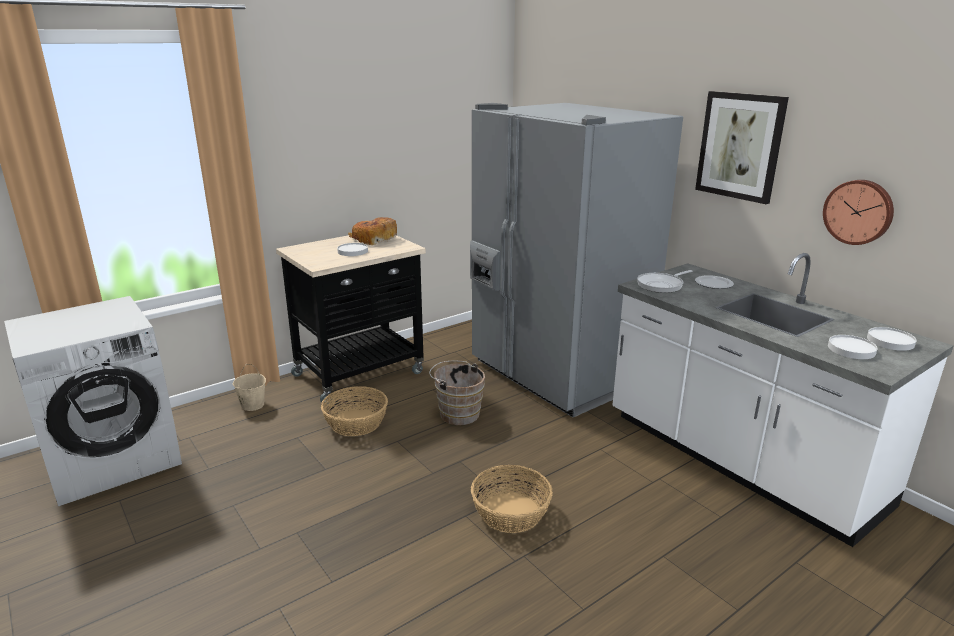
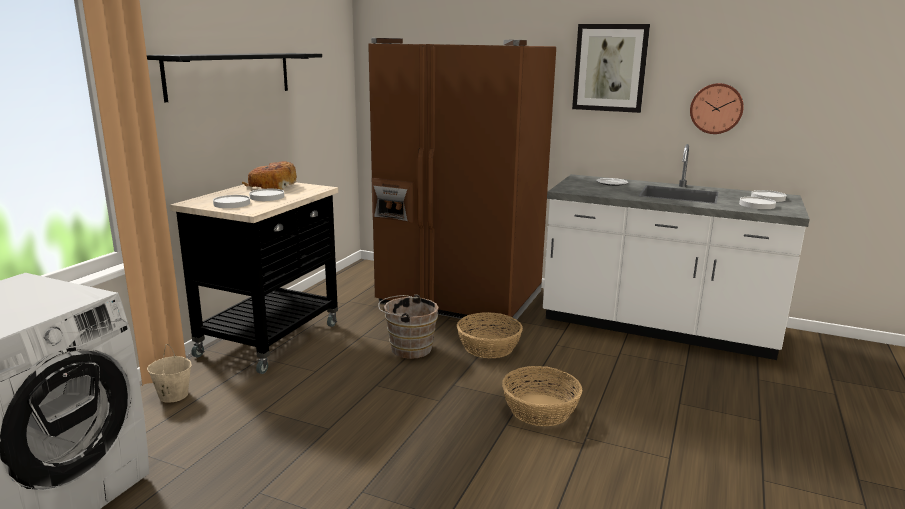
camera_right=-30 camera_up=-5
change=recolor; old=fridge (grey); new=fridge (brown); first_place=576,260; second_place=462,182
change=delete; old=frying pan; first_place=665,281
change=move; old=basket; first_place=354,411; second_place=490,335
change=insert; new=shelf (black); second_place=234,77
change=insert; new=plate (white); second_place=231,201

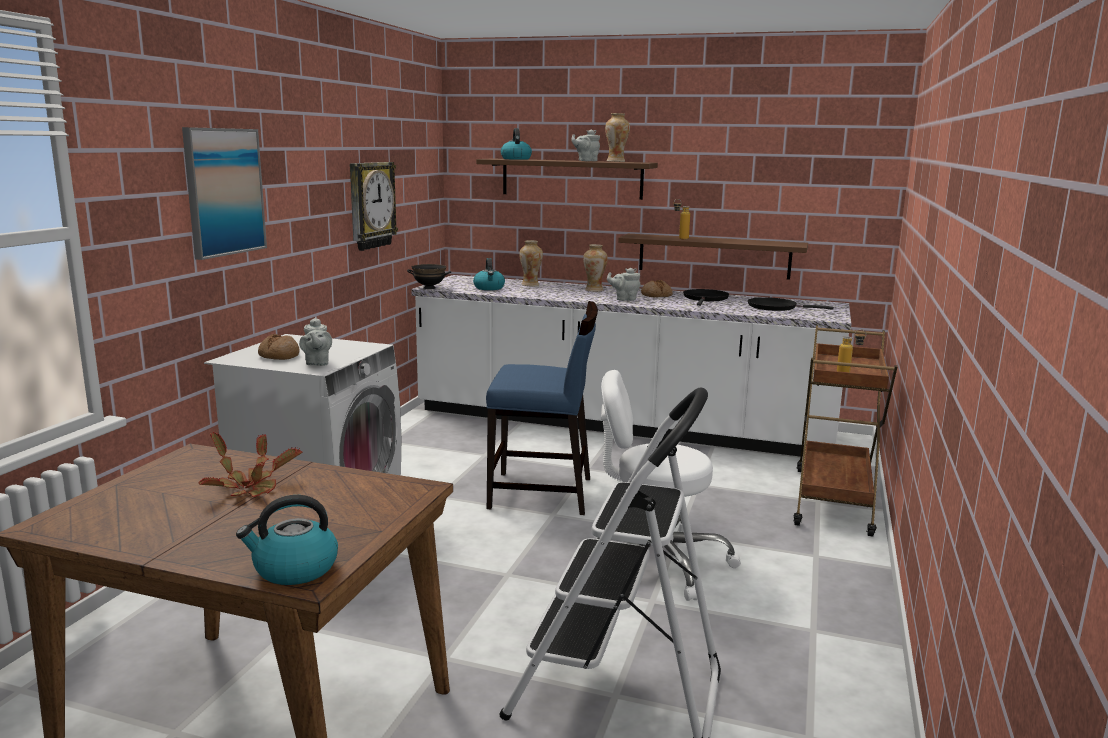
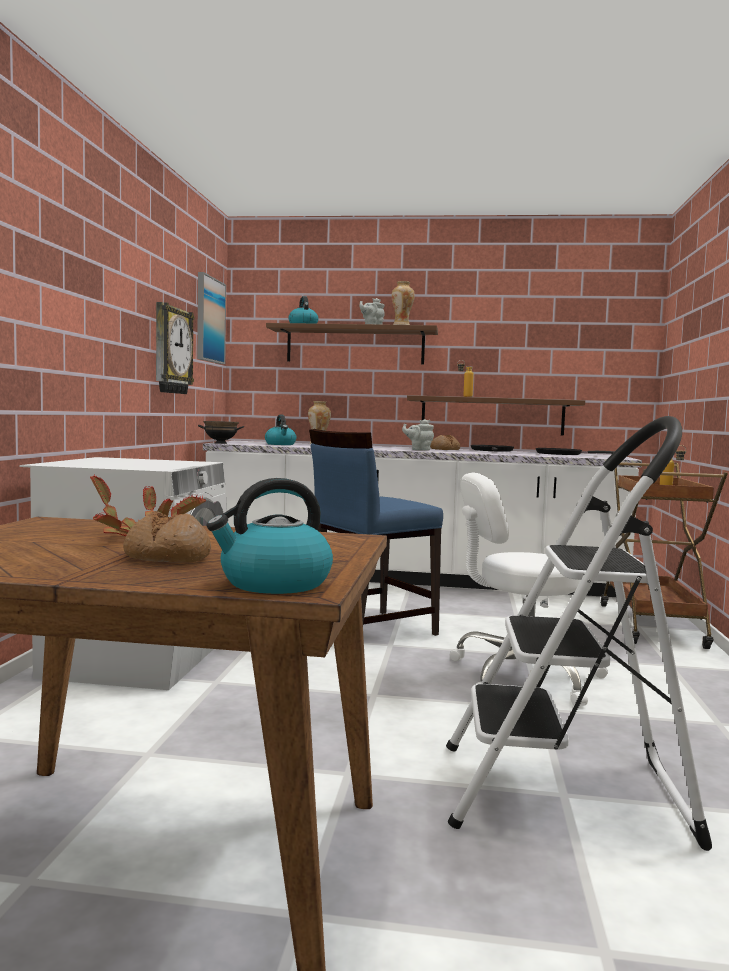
camera_right=-10 camera_up=-10
change=move; old=picture; first_place=224,193; second_place=211,318
change=delete; old=vase; first_place=595,268
change=rotate; old=chair (blue); first_place=542,408; second_place=376,532; degrees=150
change=delete; old=teapot (grey); first_place=315,341
change=move; old=bread; first_place=278,347; second_place=167,537

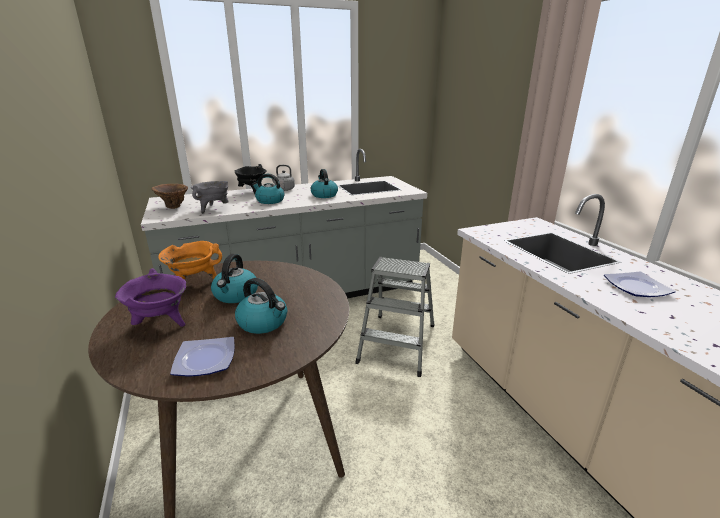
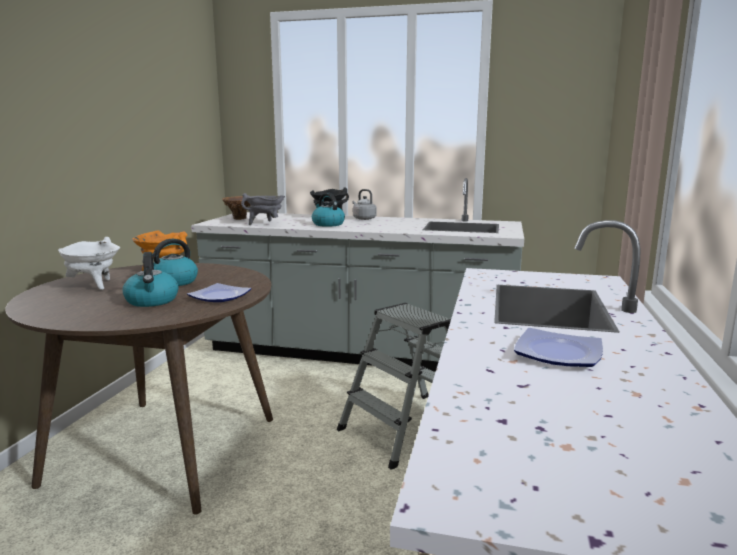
camera_right=35 camera_up=-10
change=delete; old=kettle; first_place=324,183
change=recolor; old=cooking pot (purple); new=cooking pot (white); first_place=150,297; second_place=89,263
change=move; old=plate; first_place=202,357; second_place=219,292

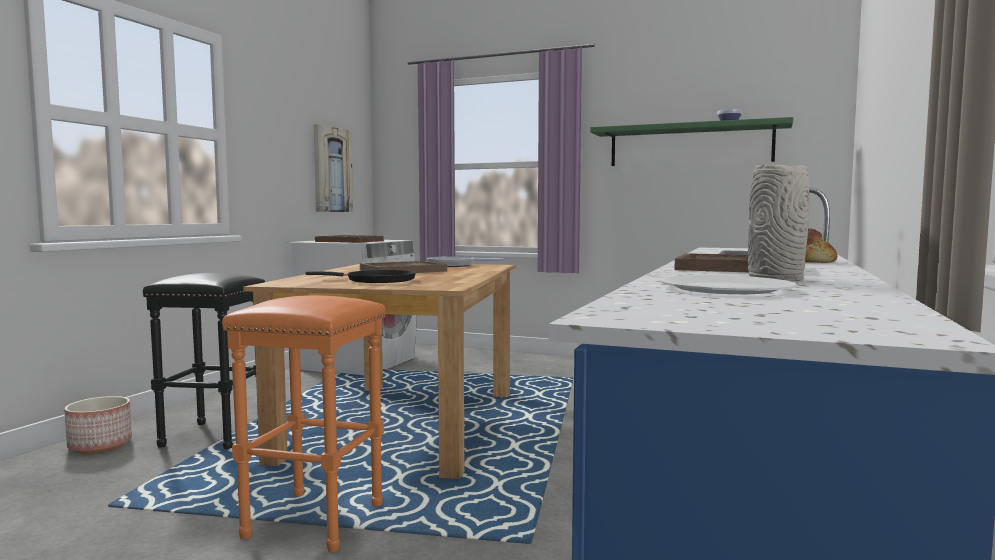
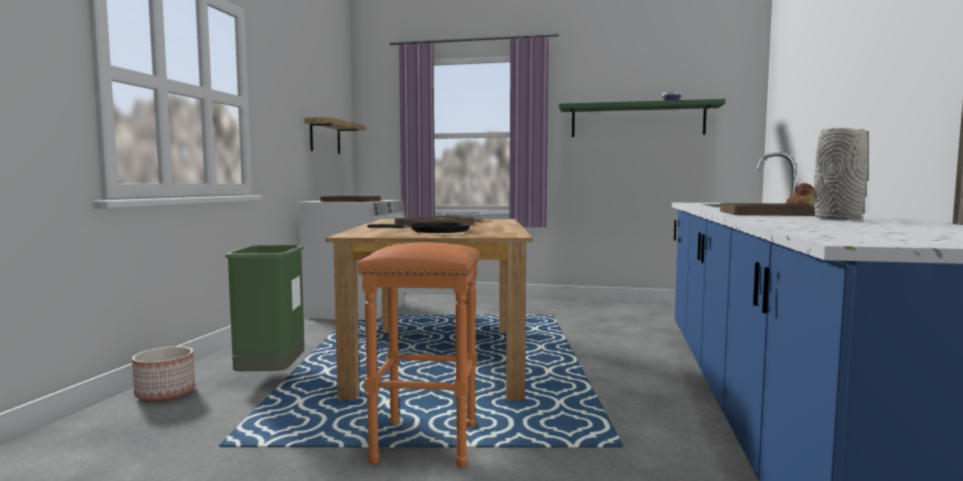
camera_right=-10 camera_up=0
change=replace; old=picture; new=shelf; first_place=333,168; second_place=335,135
change=replace; old=stool (black); new=trash can (green); first_place=204,361; second_place=265,308
change=delete; old=plate (white); first_place=728,284

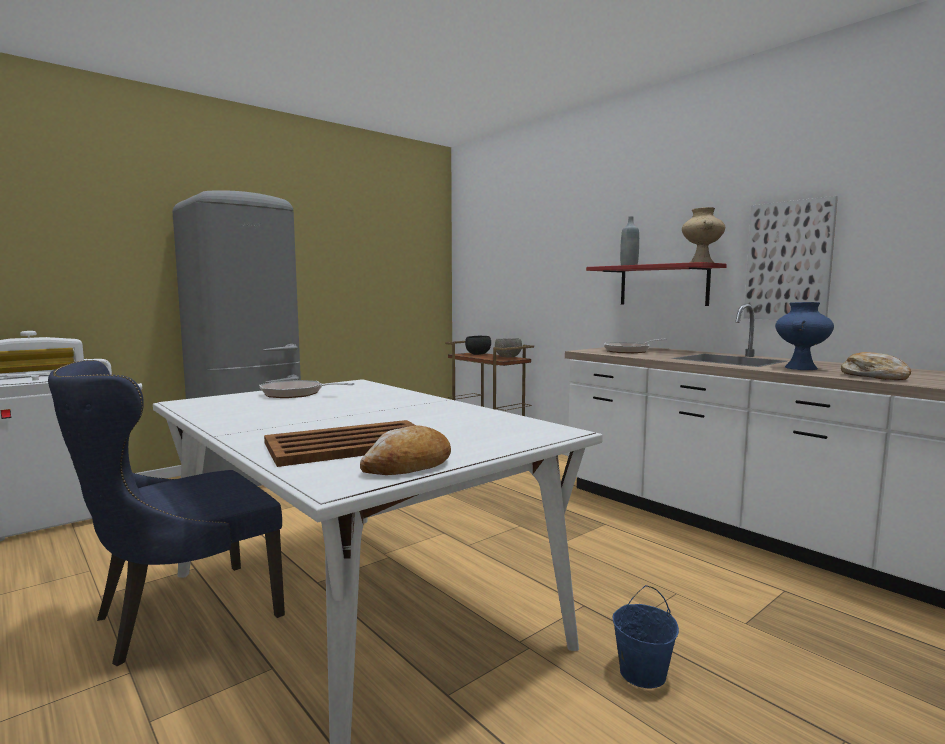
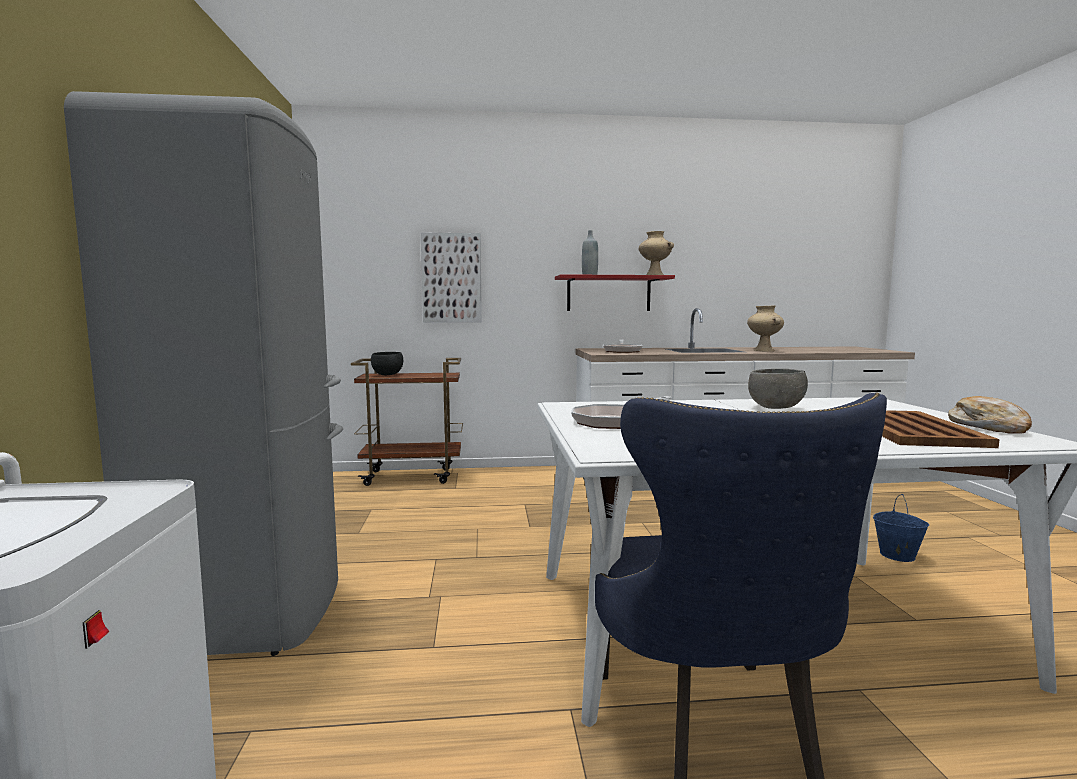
camera_right=-55 camera_up=0
change=move; old=picture; first_place=791,258; second_place=451,278
change=recolor; old=vase (blue); new=vase (beige); first_place=804,336; second_place=765,329
change=move; old=bowl (grey); first_place=508,348; second_place=778,389
change=delete; old=bread; first_place=876,366

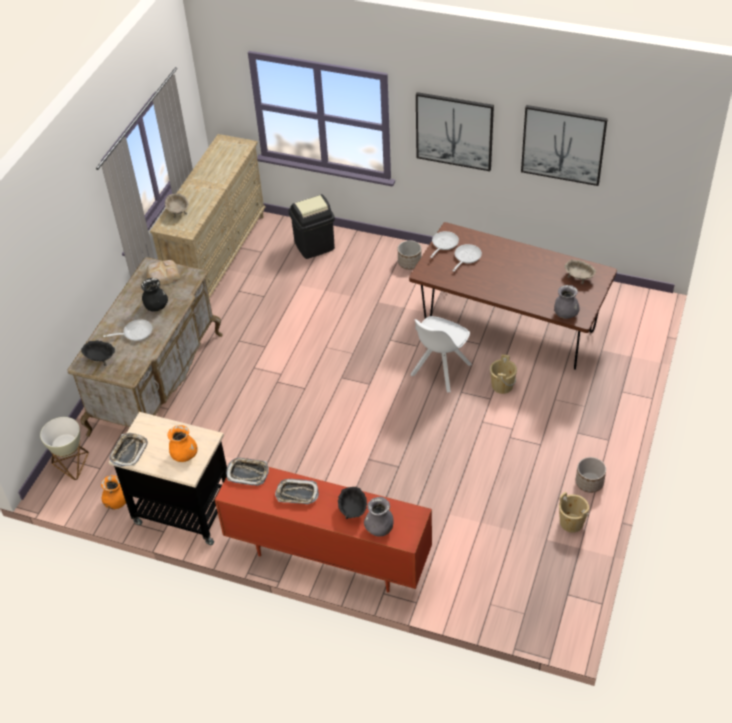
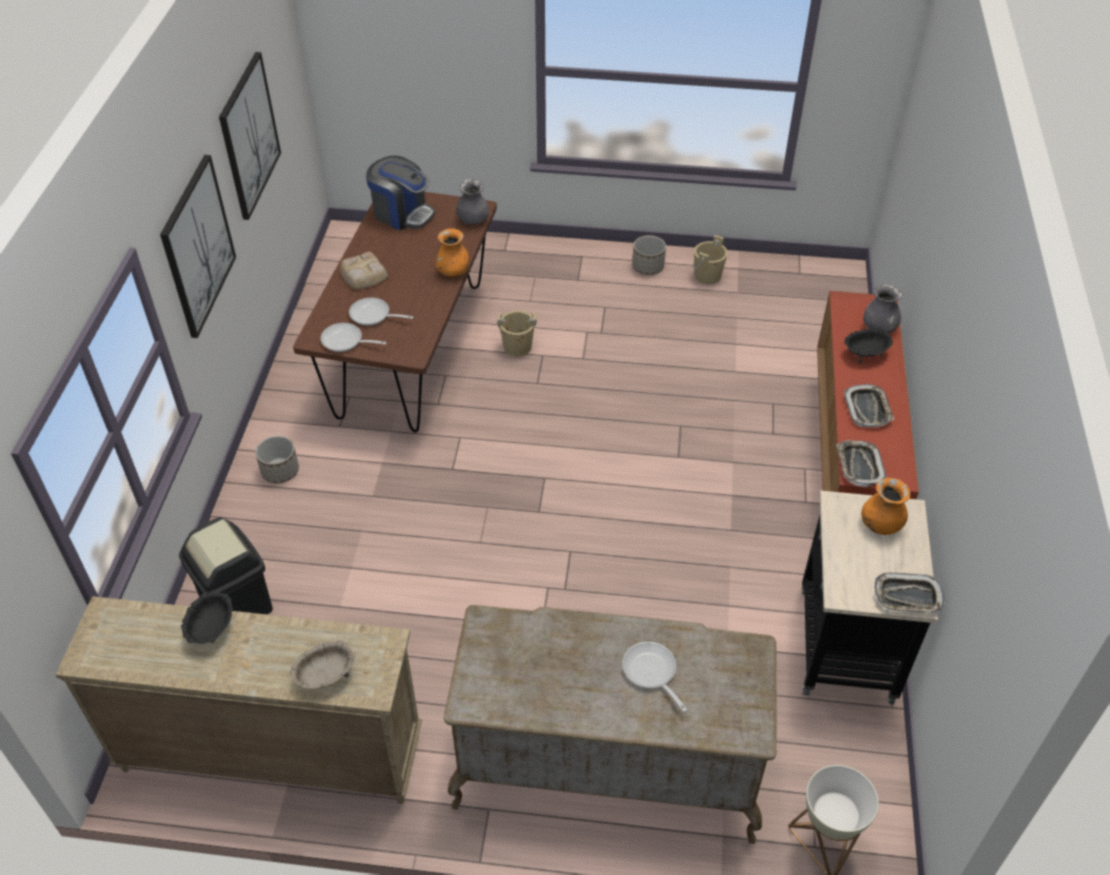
camera_right=-105 camera_up=0
change=replace; old=bowl (beige); new=coffee machine; first_place=580,271; second_place=401,192
change=move; old=bread; first_place=163,273; second_place=364,270
change=delete; old=vase (black); first_place=154,295
change=delete; old=chair (white); first_place=441,354
change=move; old=bowl (black); first_place=98,353; second_place=207,618
change=move; old=vase (orange); first_place=113,492; second_place=452,252

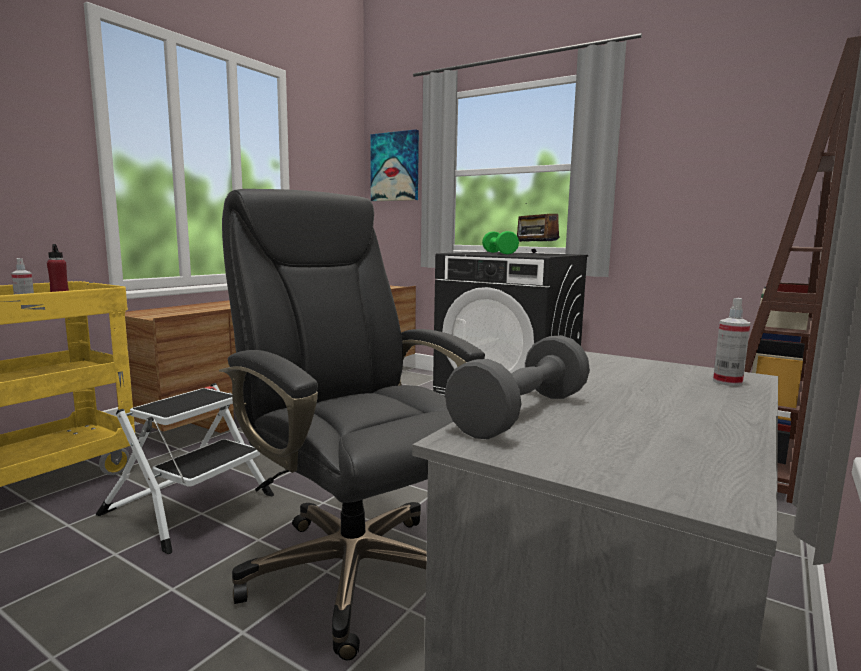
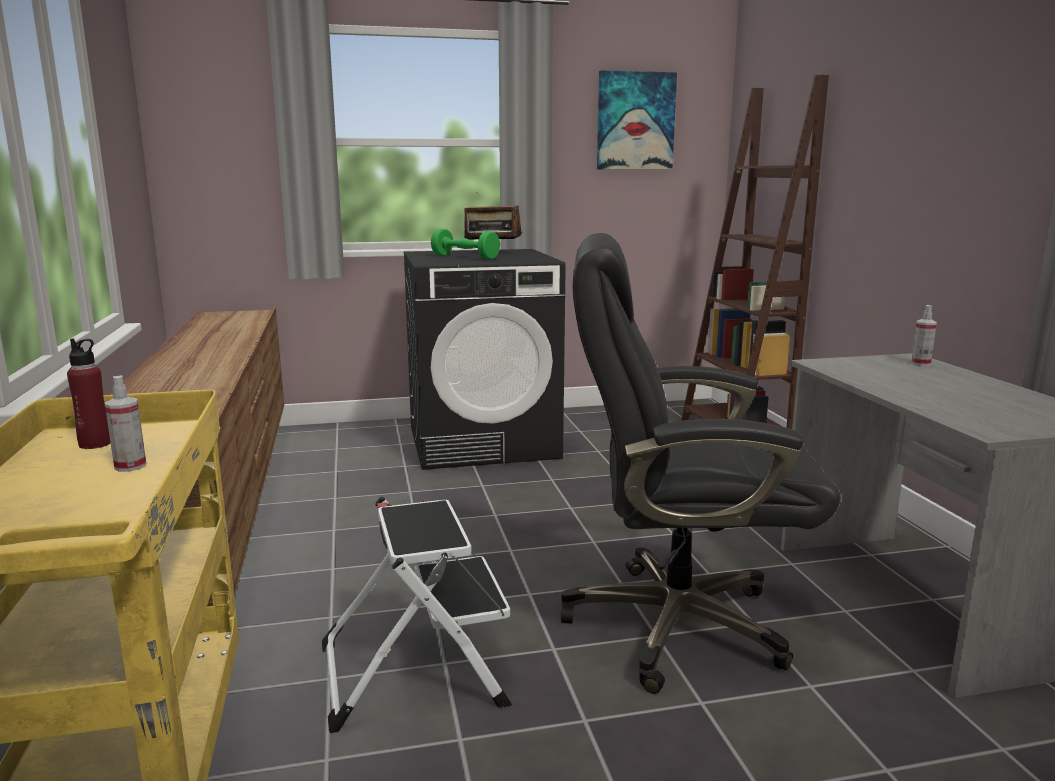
camera_right=-45 camera_up=5
change=move; old=picture; first_place=394,165; second_place=637,120
change=delete; old=dumbbell (grey); first_place=517,387

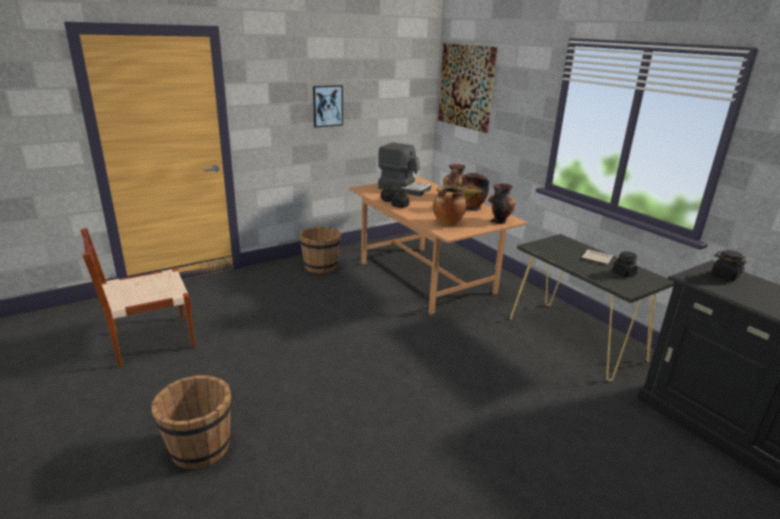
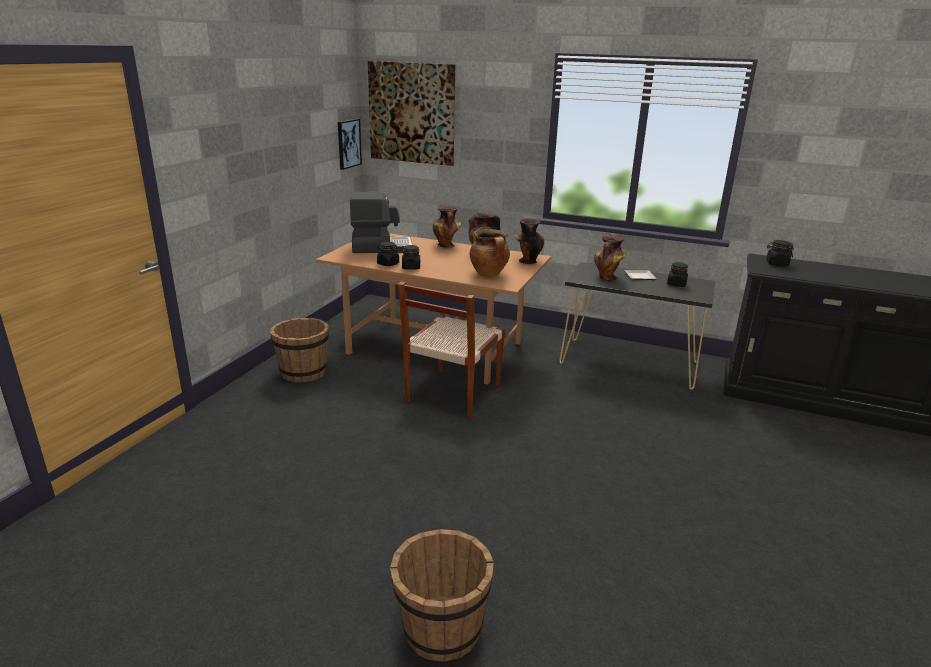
camera_right=-35 camera_up=0
change=move; old=picture; first_place=328,106; second_place=350,144
change=move; old=chair; first_place=137,297; second_place=451,350
change=insert; new=vase; second_place=610,258

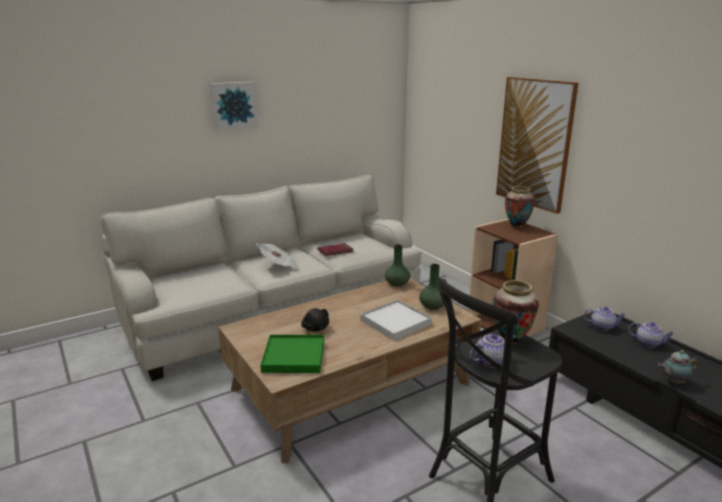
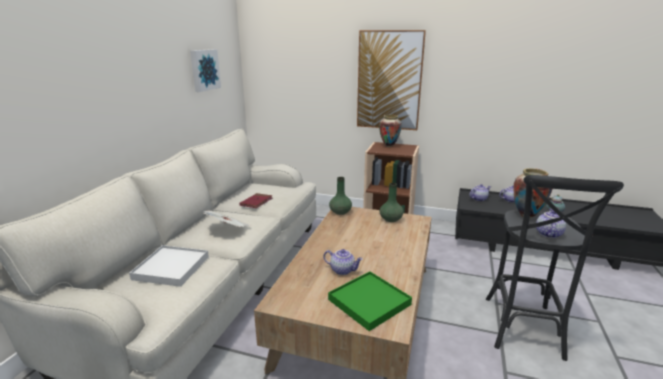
camera_right=-40 camera_up=0
change=move; old=picture; first_place=234,106; second_place=205,70
change=move; old=tray (white); first_place=396,320; second_place=169,266
change=replace; old=plush toy (black); new=teapot; first_place=315,319; second_place=343,262

